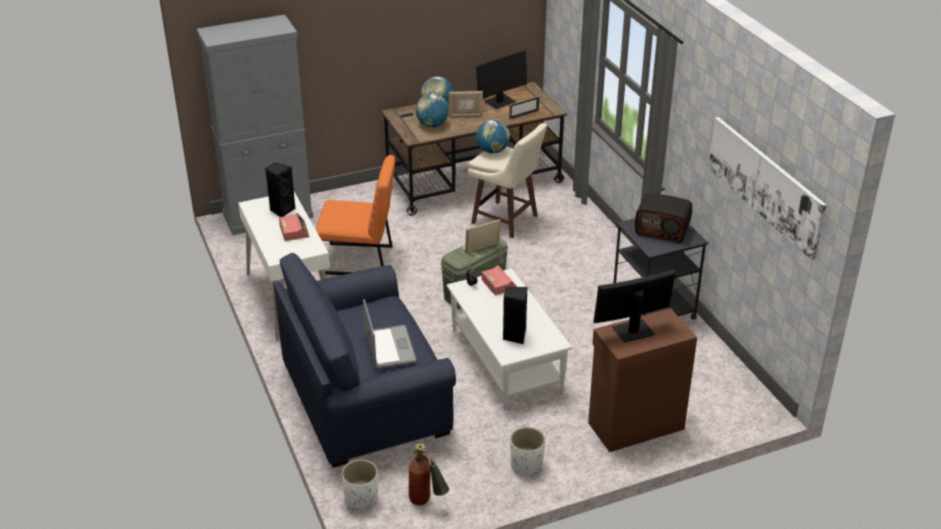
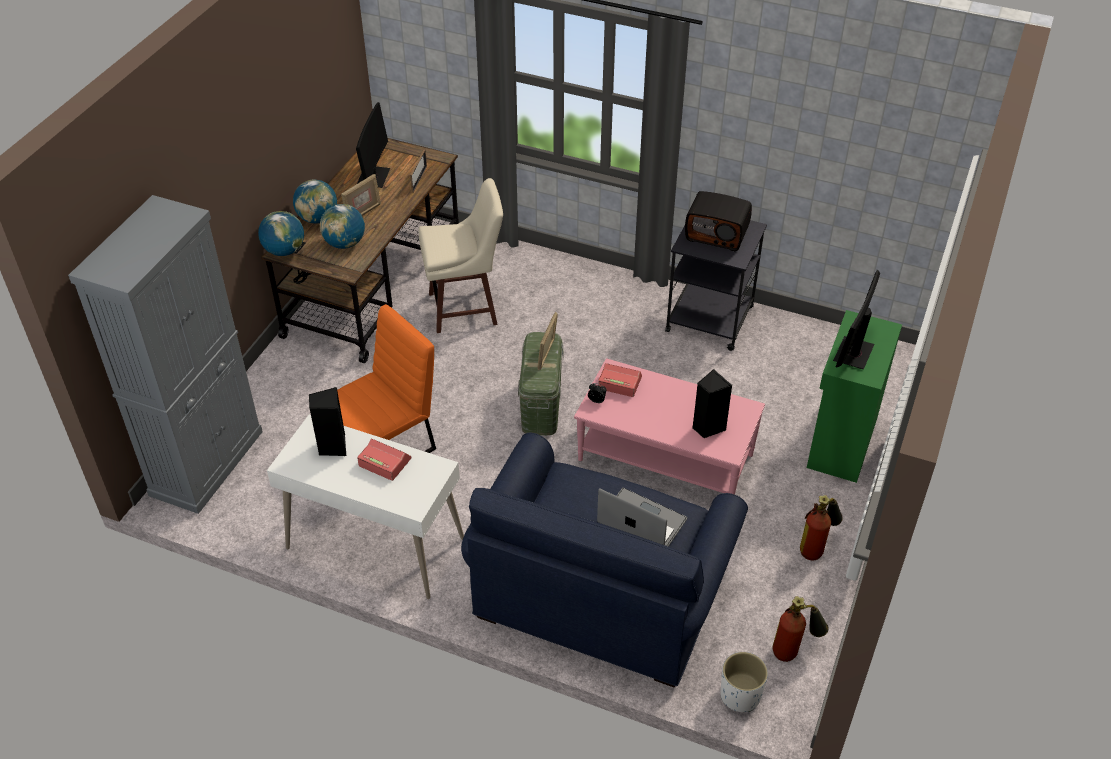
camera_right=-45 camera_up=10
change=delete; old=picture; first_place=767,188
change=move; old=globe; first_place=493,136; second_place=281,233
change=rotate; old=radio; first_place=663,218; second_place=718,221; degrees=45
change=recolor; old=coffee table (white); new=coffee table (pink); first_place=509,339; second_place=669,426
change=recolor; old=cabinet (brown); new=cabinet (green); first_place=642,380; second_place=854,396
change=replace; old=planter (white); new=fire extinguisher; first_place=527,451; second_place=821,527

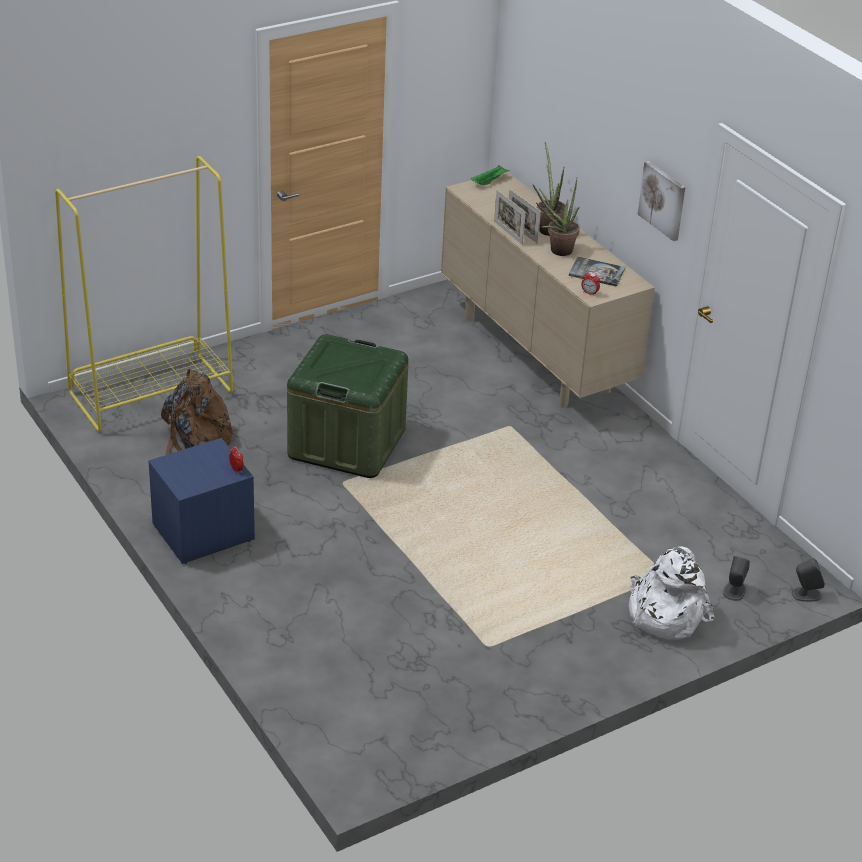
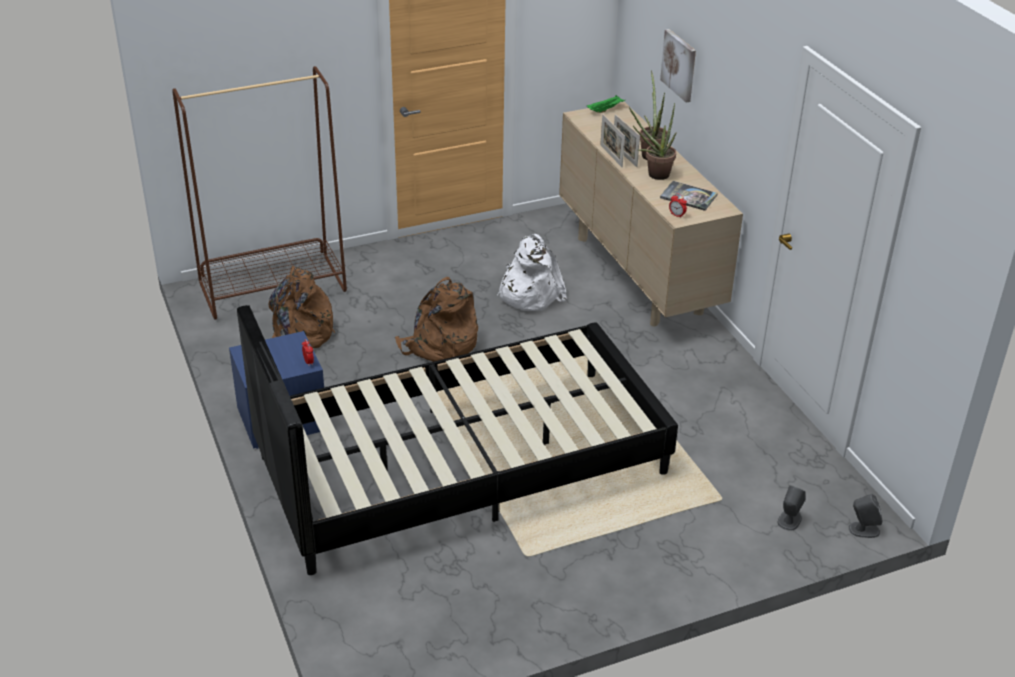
camera_right=10 camera_up=0
change=recolor; old=clothes rack (yellow); new=clothes rack (brown); first_place=144,294; second_place=259,193
change=move; old=picture; first_place=662,201; second_place=678,65
change=replace; old=storage box (green); new=backpack (brown); first_place=348,406; second_place=436,319
change=move; old=backpack (white); first_place=671,593; second_place=531,272
change=insert; new=bed (black); second_place=457,440

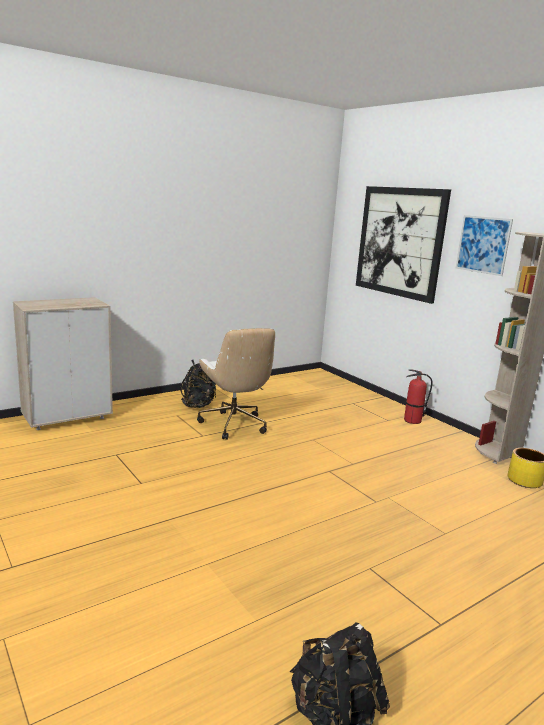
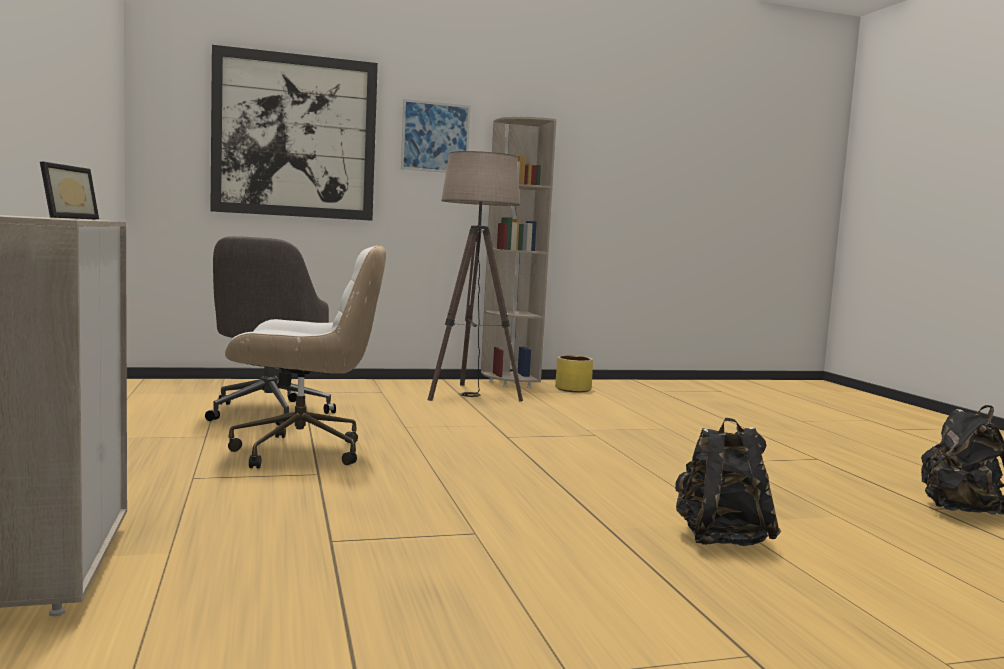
camera_right=-70 camera_up=-10
change=move; old=backpack (black); first_place=198,384; second_place=728,482
change=delete; old=fire extinguisher; first_place=418,396
change=insert; new=floor lamp; second_place=475,276
change=insert; new=picture frame; second_place=69,190
change=insert; new=office chair (grey); second_place=270,331

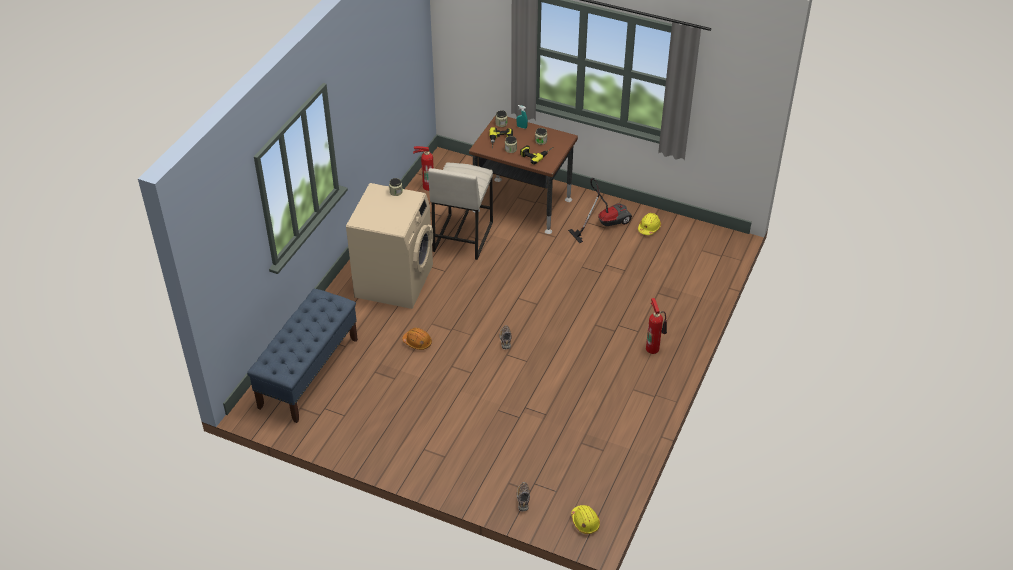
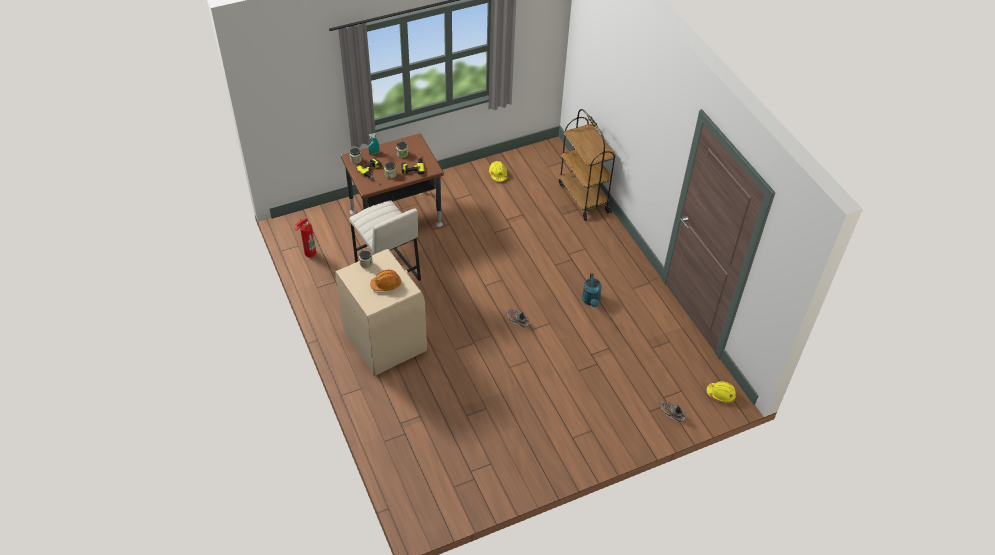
camera_right=-50 camera_up=5
change=delete; old=vacuum cleaner; first_place=600,210
change=delete; old=bench (blue); first_place=302,356
change=delete; old=fire extinguisher; first_place=656,326
change=move; old=hard hat (orange); first_place=417,339; second_place=385,280
change=insert; new=cart (brown); second_place=587,164
change=insert; new=watering can (turquoise); second_place=592,290

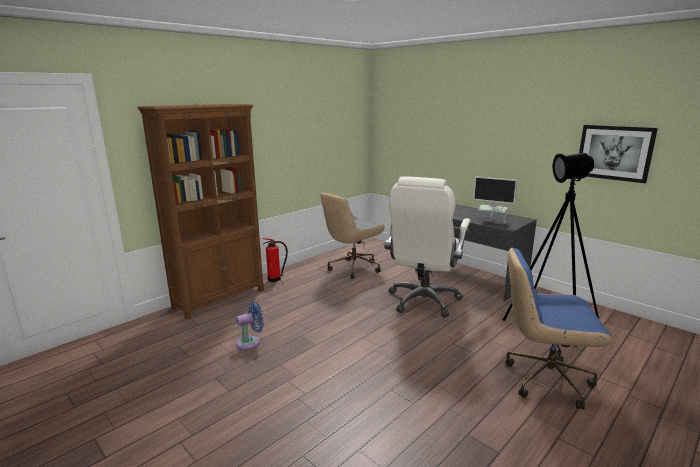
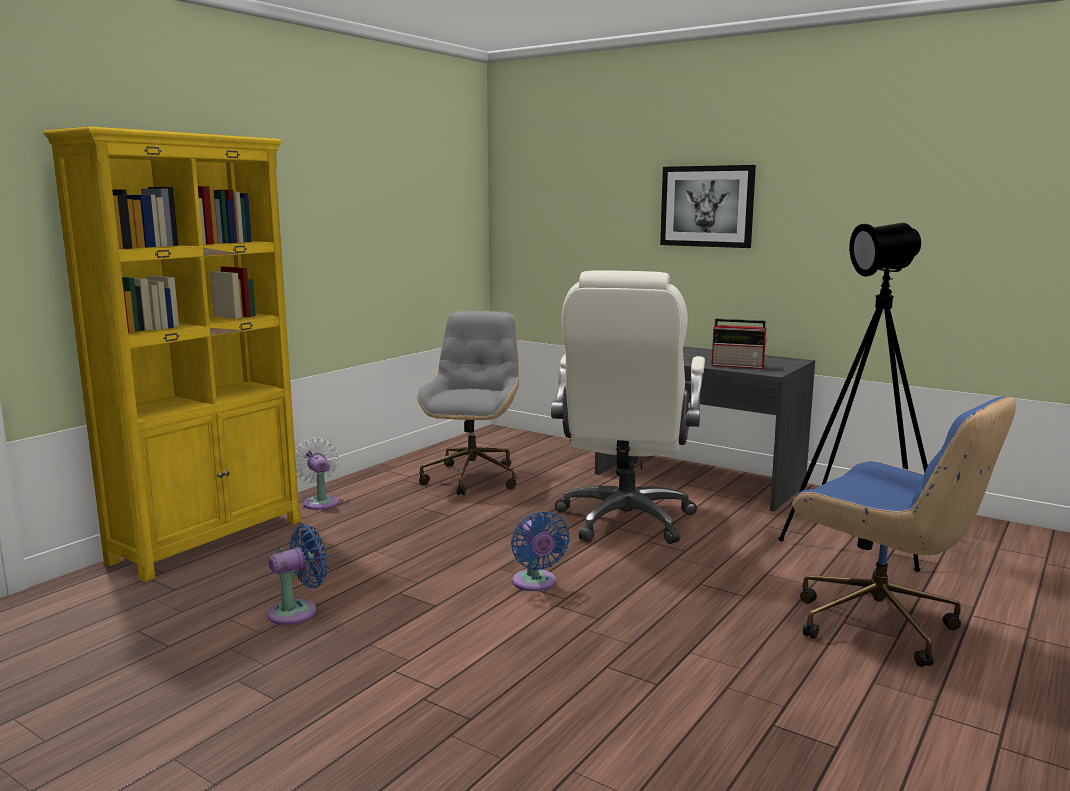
camera_right=-10 camera_up=-5
change=recolor; old=bookcase (brown); new=bookcase (yellow); first_place=200,211; second_place=172,354
change=move; old=picture; first_place=618,154; second_place=708,206
change=replace; old=monitor; new=radio; first_place=495,200; second_place=740,344
change=rotate; old=office chair (grey); first_place=353,235; second_place=468,402; degrees=150
change=replace; old=fire extinguisher; new=fan (white); first_place=275,260; second_place=317,474
change=rotate; old=office chair (blue); first_place=559,328; second_place=904,531; degrees=-135
change=insert; new=fan (blue); second_place=540,551

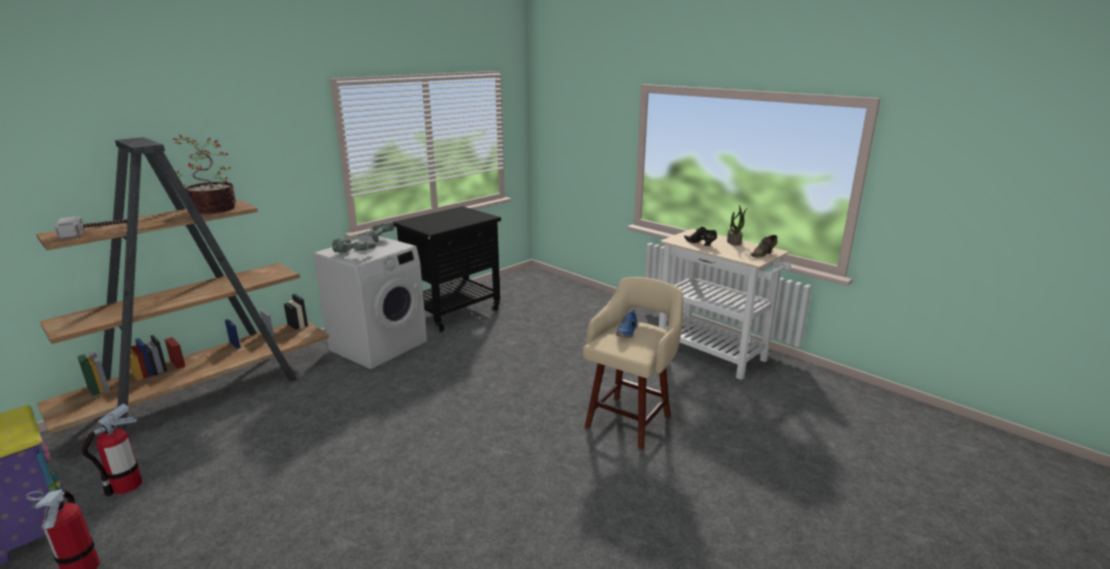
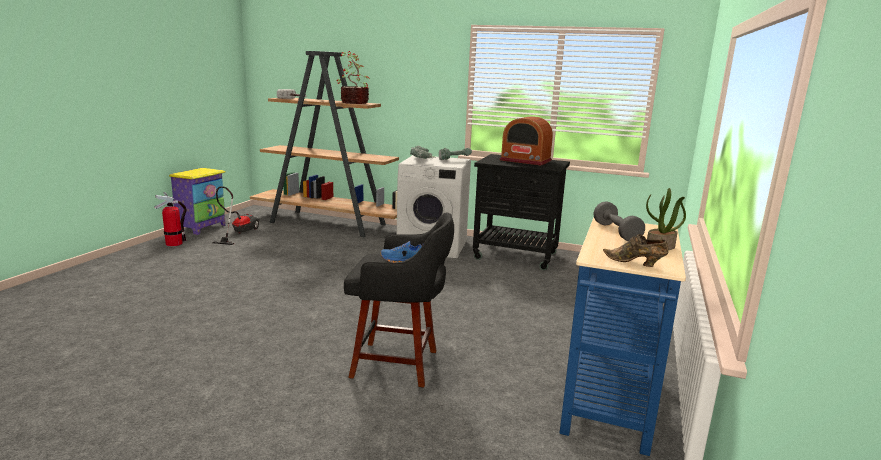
camera_right=65 camera_up=-5
change=replace; old=shoe (black); new=dumbbell (grey); first_place=700,236; second_place=619,221
change=recolor; old=cart (white); new=cart (blue); first_place=725,304; second_place=623,337
change=recolor; old=stool (beige); new=stool (black); first_place=633,363; second_place=399,300
change=replace; old=fire extinguisher; new=vacuum cleaner; first_place=111,450; second_place=236,215
change=insert; new=radio; second_place=526,140

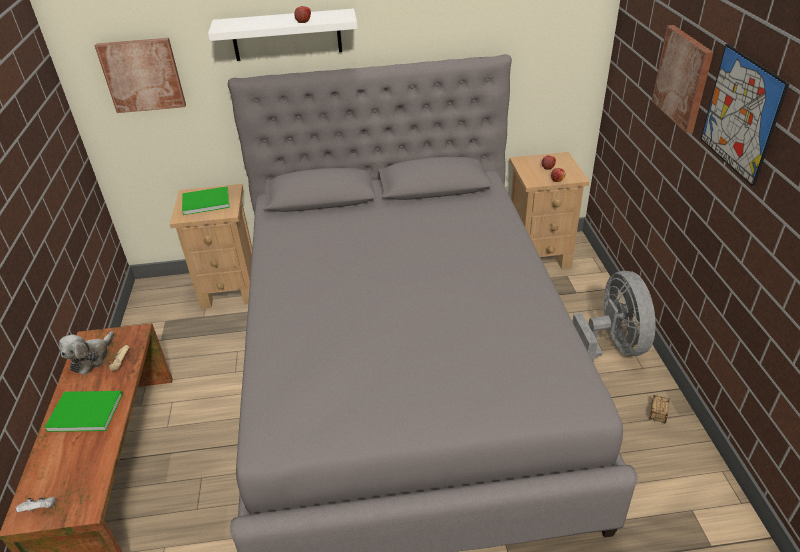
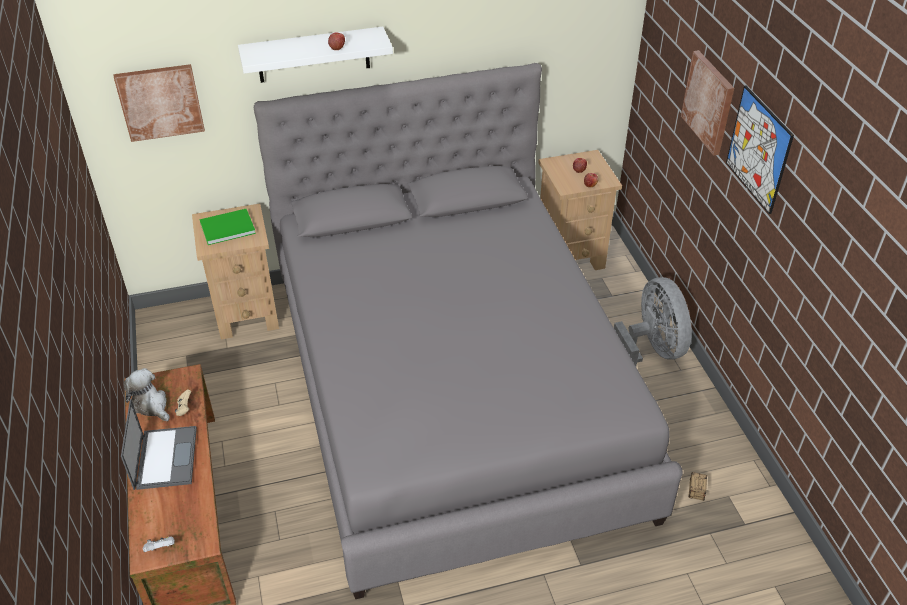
camera_right=-10 camera_up=5
change=rotate; old=plush toy; first_place=86,353; second_place=147,394; degrees=120
change=replace; old=book (green); new=laptop; first_place=83,411; second_place=159,444
change=move; old=storage box; first_place=659,409; second_place=697,486

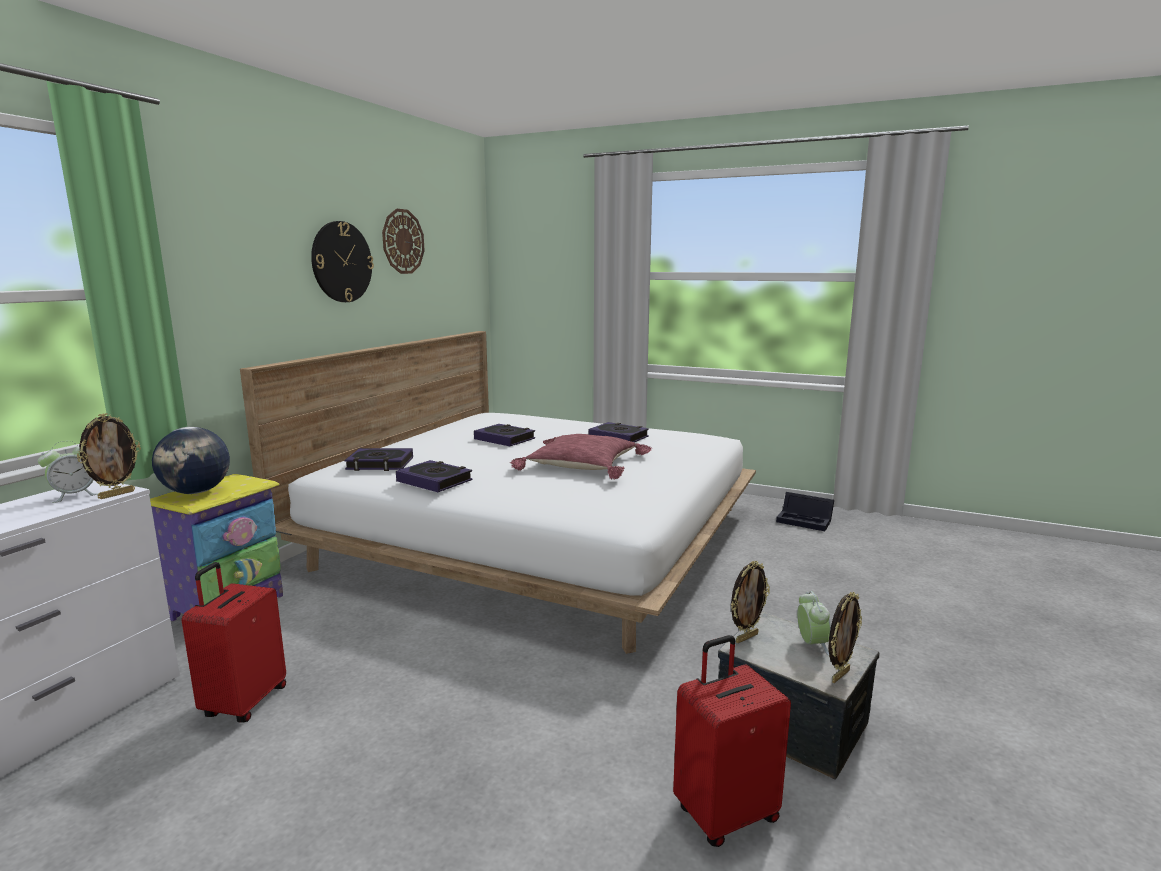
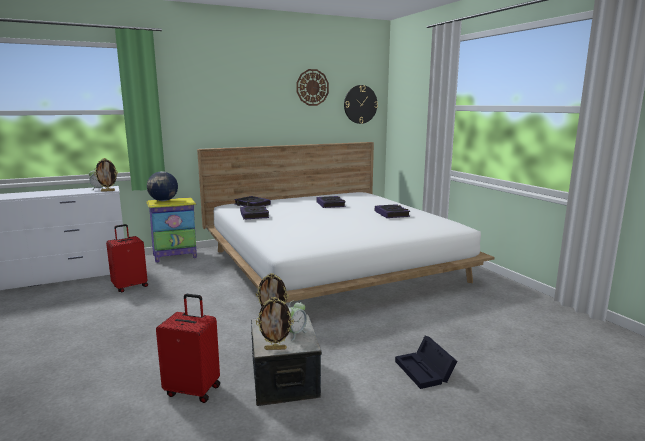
camera_right=40 camera_up=0
change=move; old=wall clock; first_place=342,261; second_place=361,104
change=delete; old=pillow (red); first_place=581,456
change=move; old=storage box (black); first_place=805,511; second_place=426,362

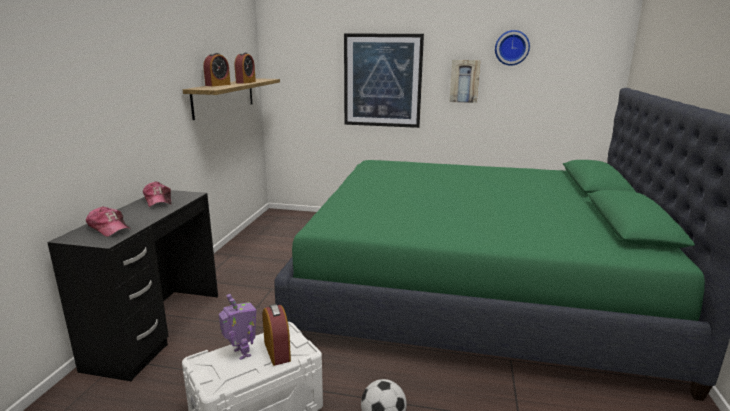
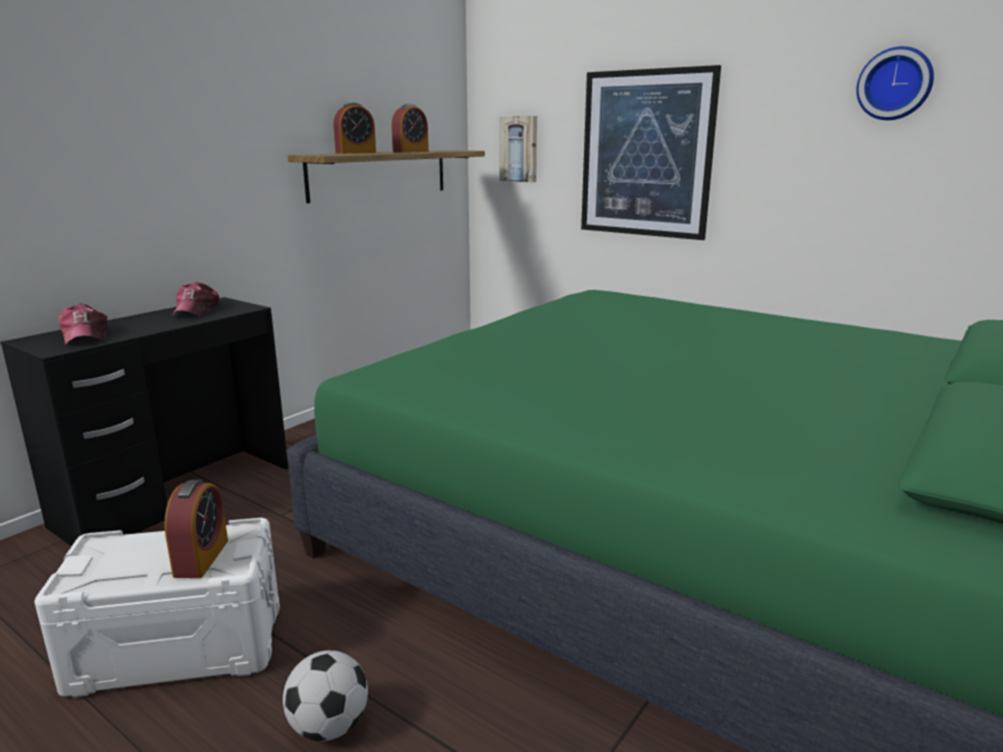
camera_right=25 camera_up=0
change=move; old=picture; first_place=464,81; second_place=518,149
change=delete; old=toy robot; first_place=237,327

